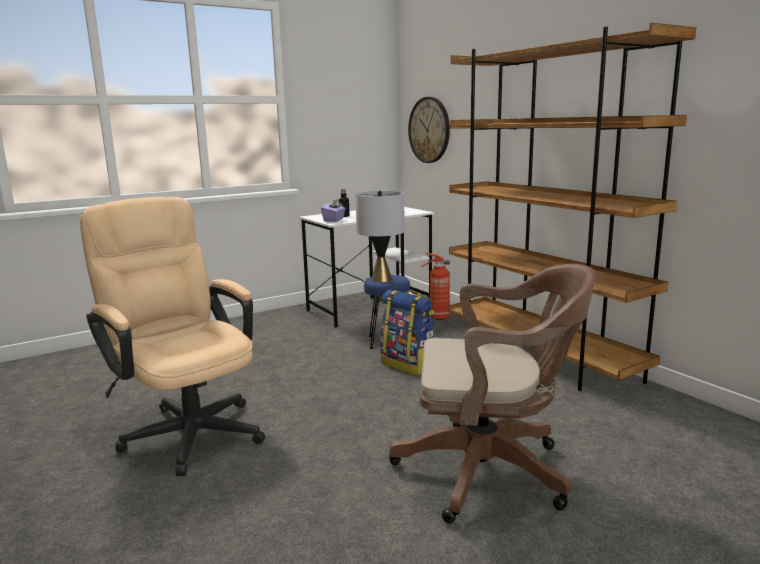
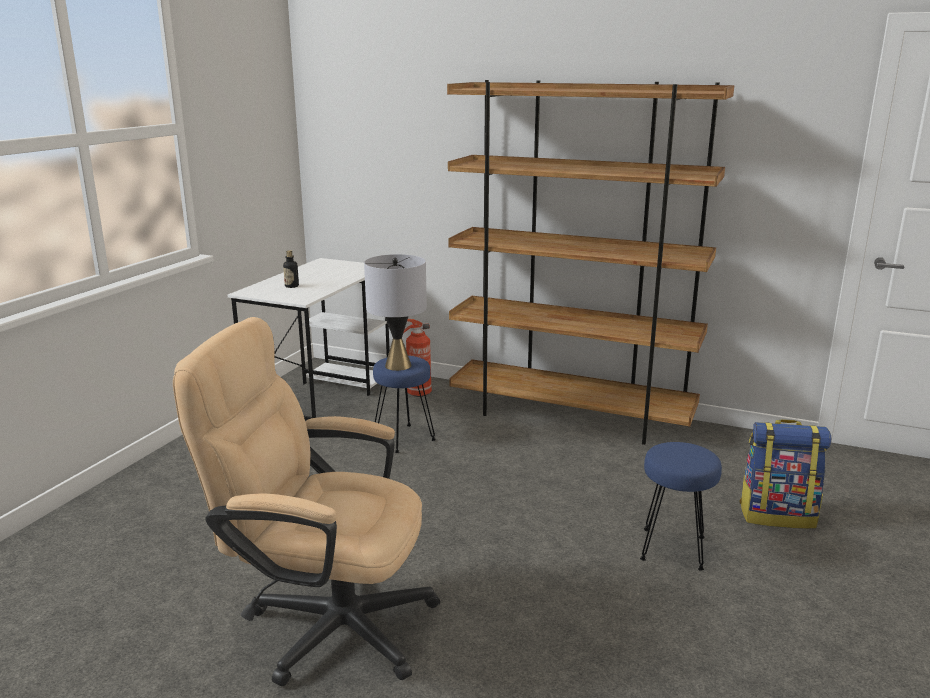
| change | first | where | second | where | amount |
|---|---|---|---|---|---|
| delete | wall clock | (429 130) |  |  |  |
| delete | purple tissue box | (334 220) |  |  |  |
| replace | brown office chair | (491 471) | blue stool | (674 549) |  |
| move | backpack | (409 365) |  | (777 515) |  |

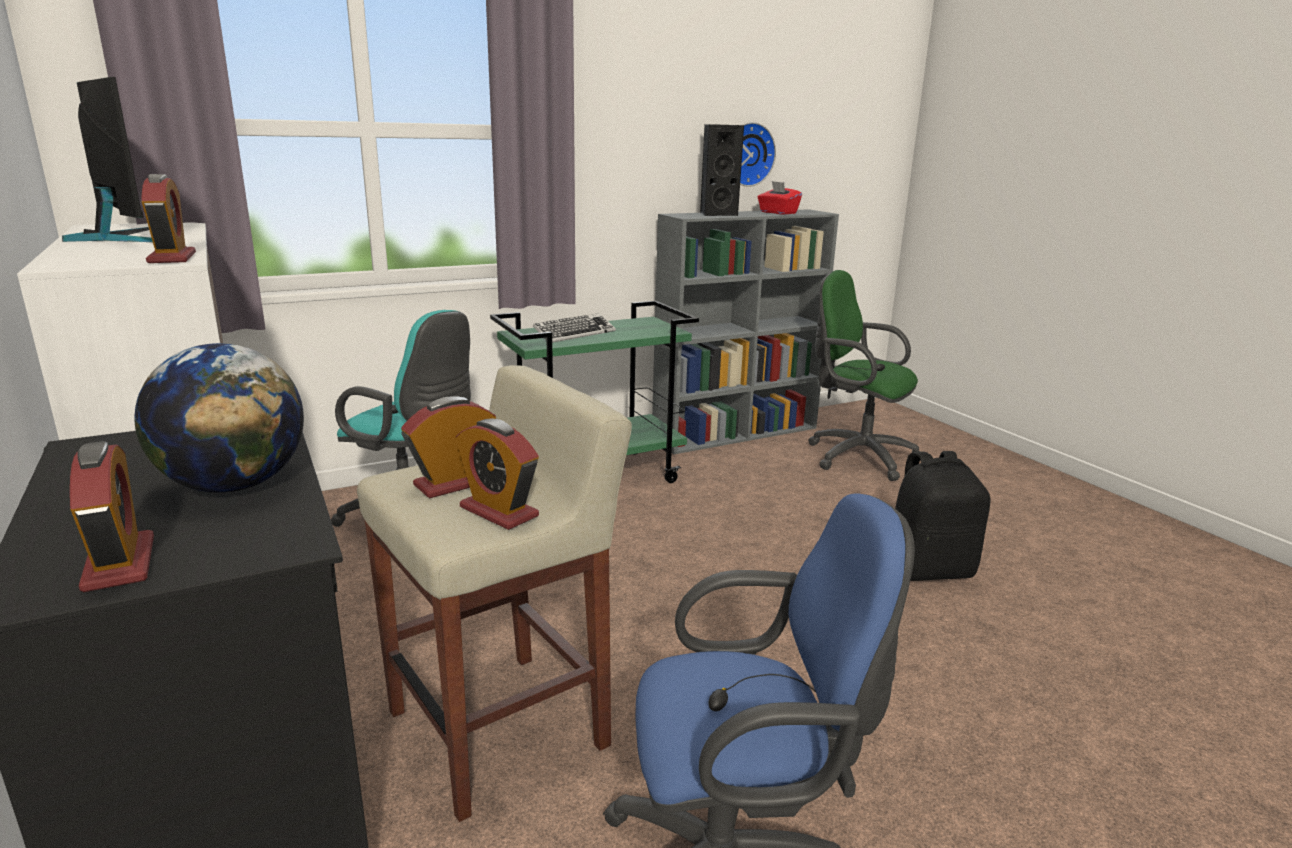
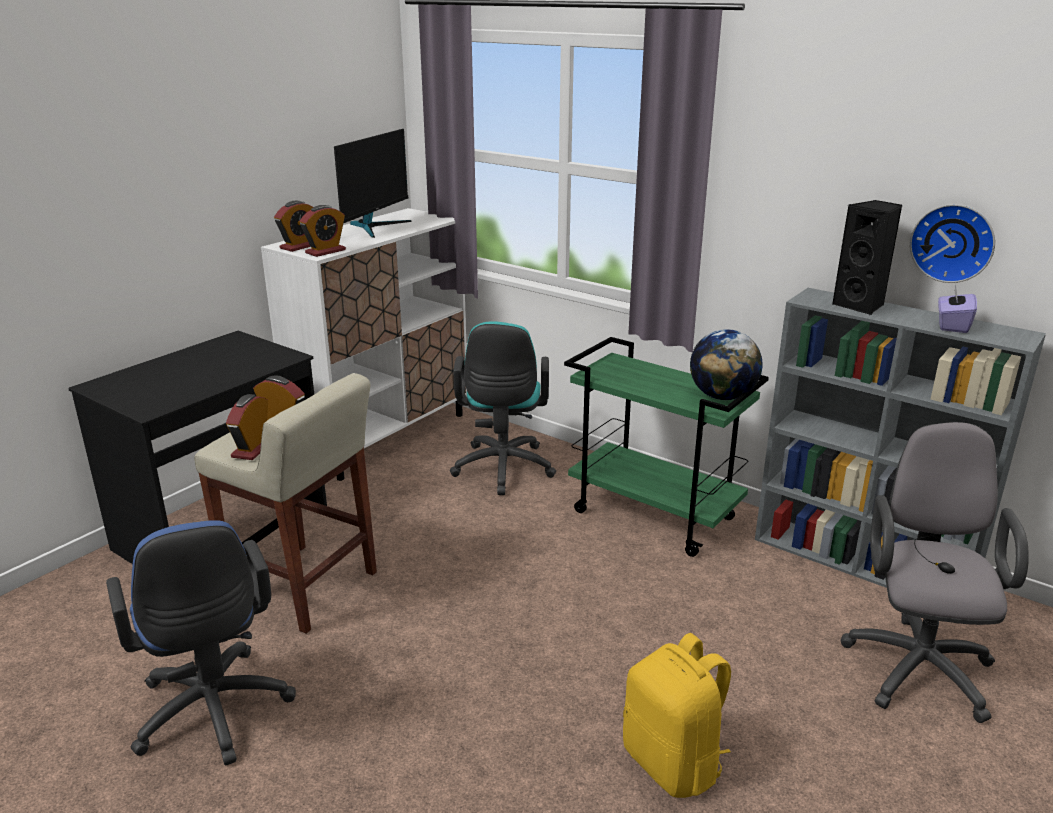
| change | first | where | second | where | amount |
|---|---|---|---|---|---|
| recolor | red tissue box | (777 213) | purple tissue box | (952 325) |  |
| recolor | green office chair | (855 456) | grey office chair | (917 663) |  |
| delete | keyboard | (574 333) |  |  |  |
| move | globe | (235 485) |  | (722 396) |  |
| move | alarm clock | (119 563) |  | (299 246) |  |
| recolor | black backpack | (928 569) | yellow backpack | (673 763) |  |

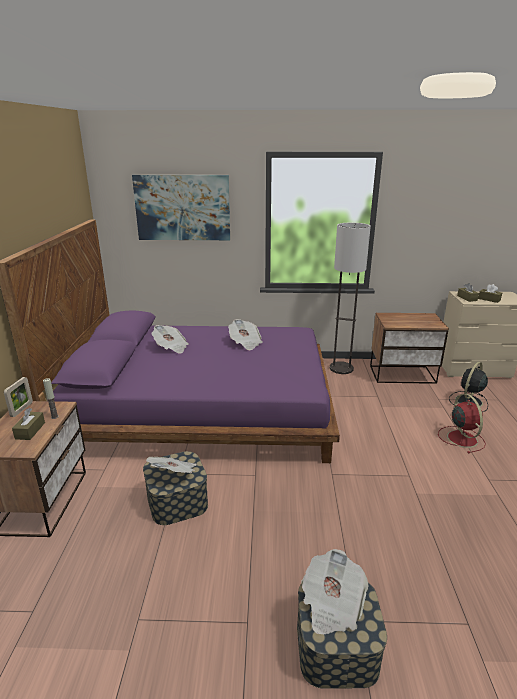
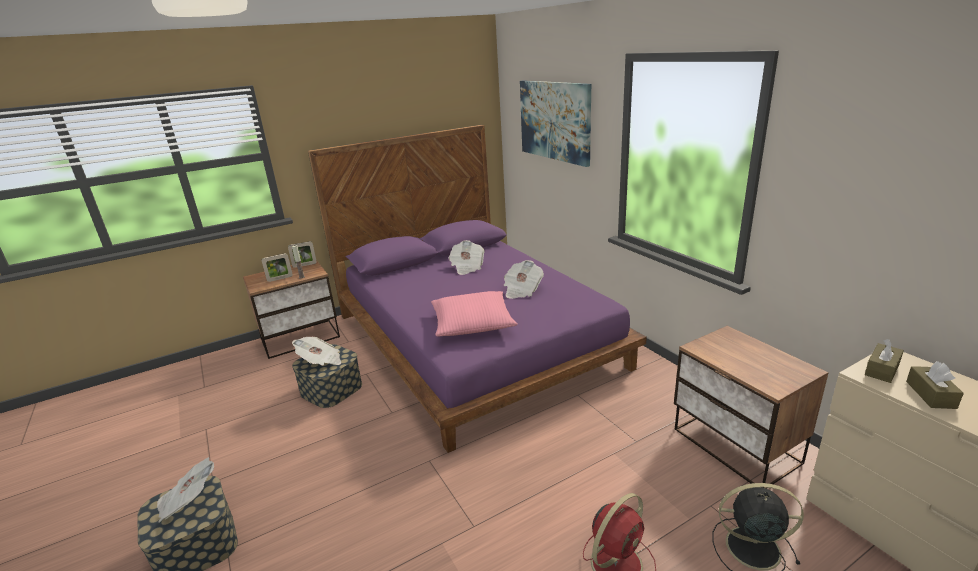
| change | first | where | second | where | amount |
|---|---|---|---|---|---|
| delete | floor lamp | (341 368) |  |  |  |
| replace | brown tissue box | (30 431) | picture frame | (280 278) |  |
| insert |  |  | pink pillow | (472 323) |  |

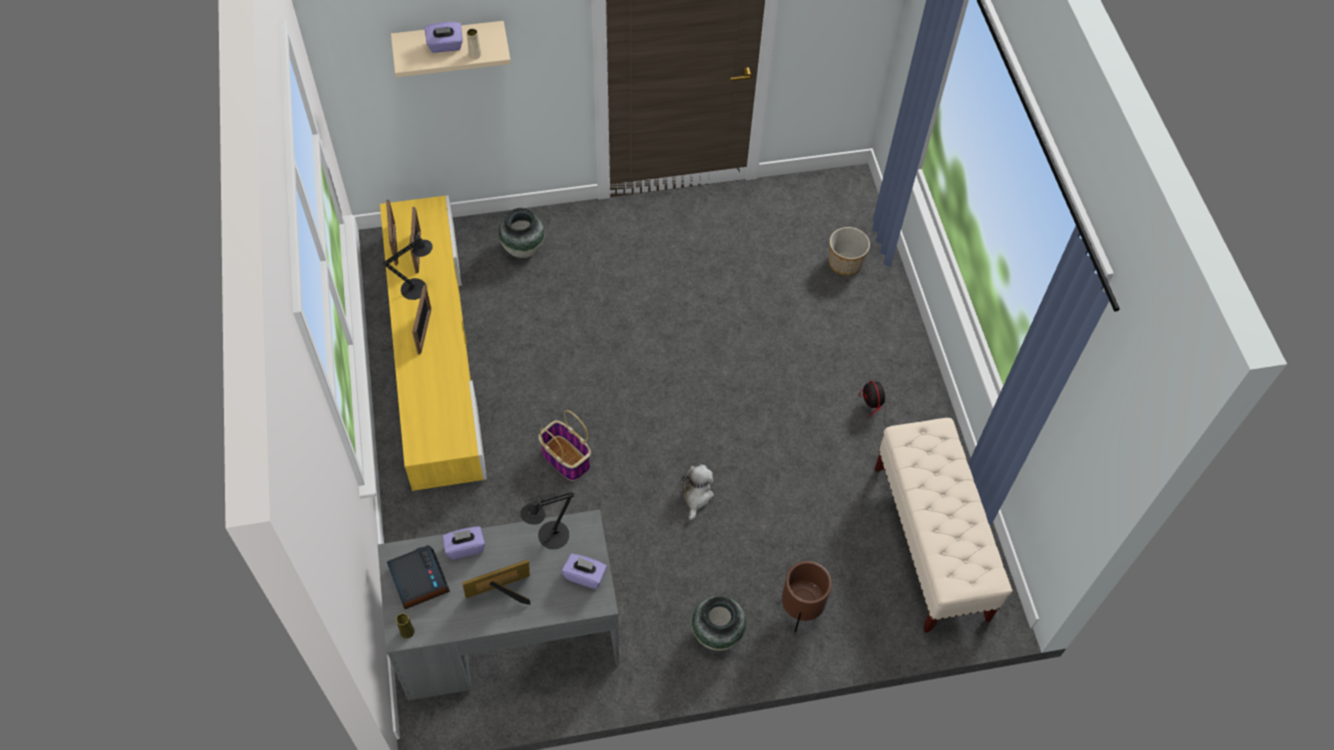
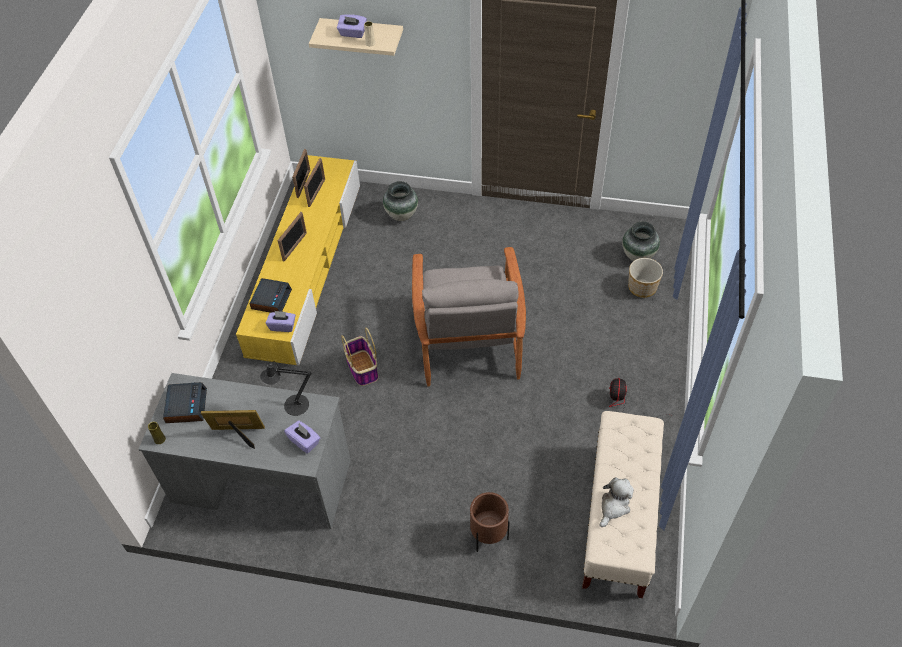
| change | first | where | second | where | amount |
|---|---|---|---|---|---|
| delete | black table lamp | (418 288) |  |  |  |
| move | plush toy | (696 495) |  | (614 506) |  |
| move | purple tissue box | (465 547) |  | (282 326) |  |
| move | vase | (717 633) |  | (638 256) |  |
| insert |  |  | grey armchair | (468 337) |  |
| insert |  |  | alarm clock | (271 299) |  |

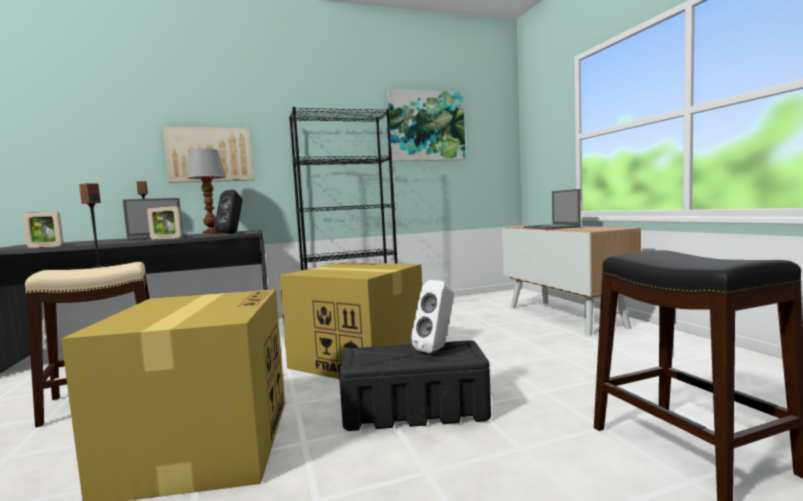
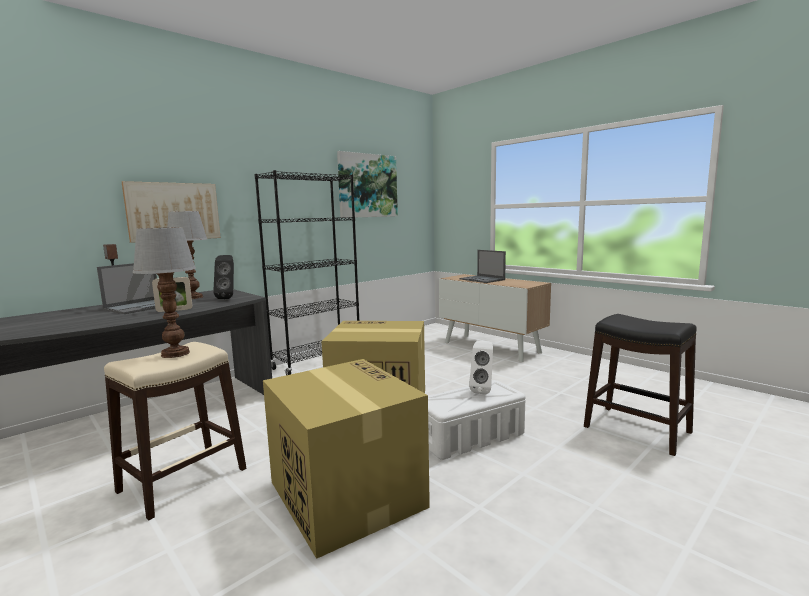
| change | first | where | second | where | amount |
|---|---|---|---|---|---|
| replace | speaker | (98 267) | table lamp | (175 353) |  |
| delete | picture frame | (45 247) |  |  |  |
| recolor | black storage box | (414 410) | white storage box | (469 436) |  |

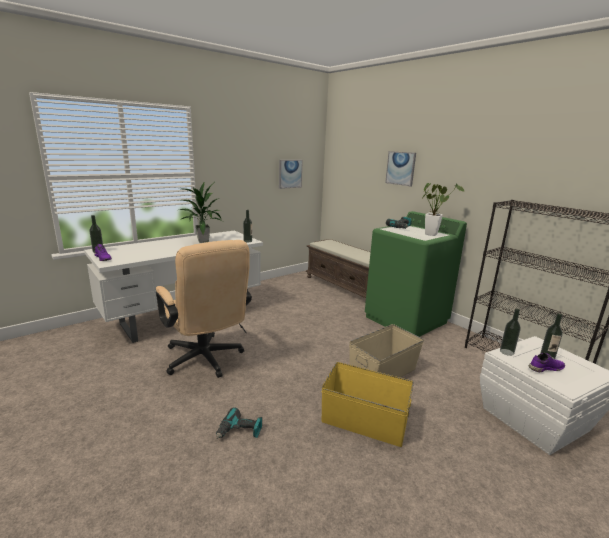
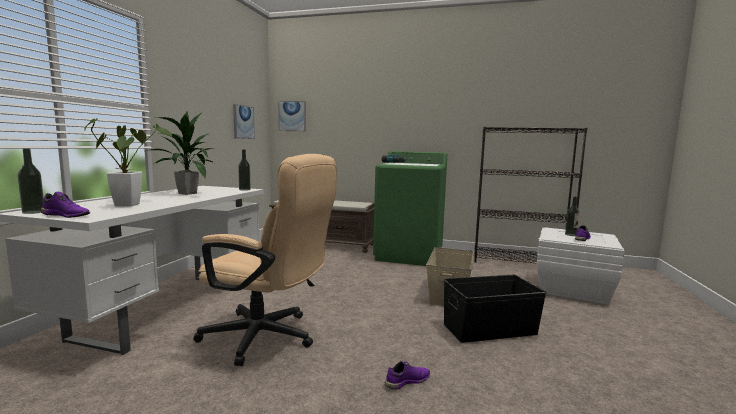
| change | first | where | second | where | amount |
|---|---|---|---|---|---|
| move | picture | (400 168) |  | (292 116) |  |
| move | potted plant | (432 234) |  | (130 204) |  |
| delete | bottle | (506 352) |  |  |  |
| recolor | yellow storage box | (364 421) | black storage box | (489 329) |  |
| replace | power drill | (240 431) | purple shoe | (407 381) |  |

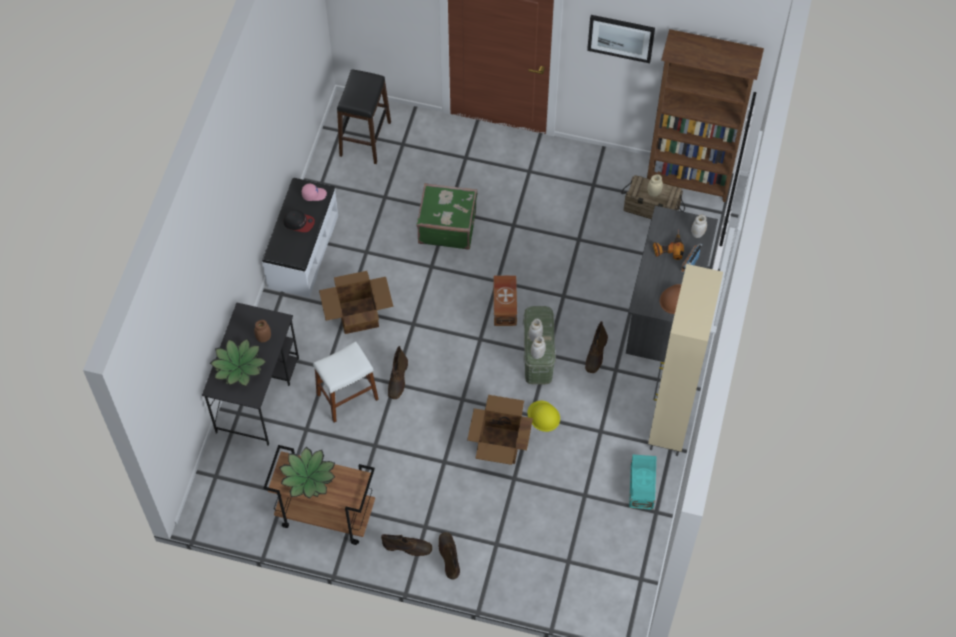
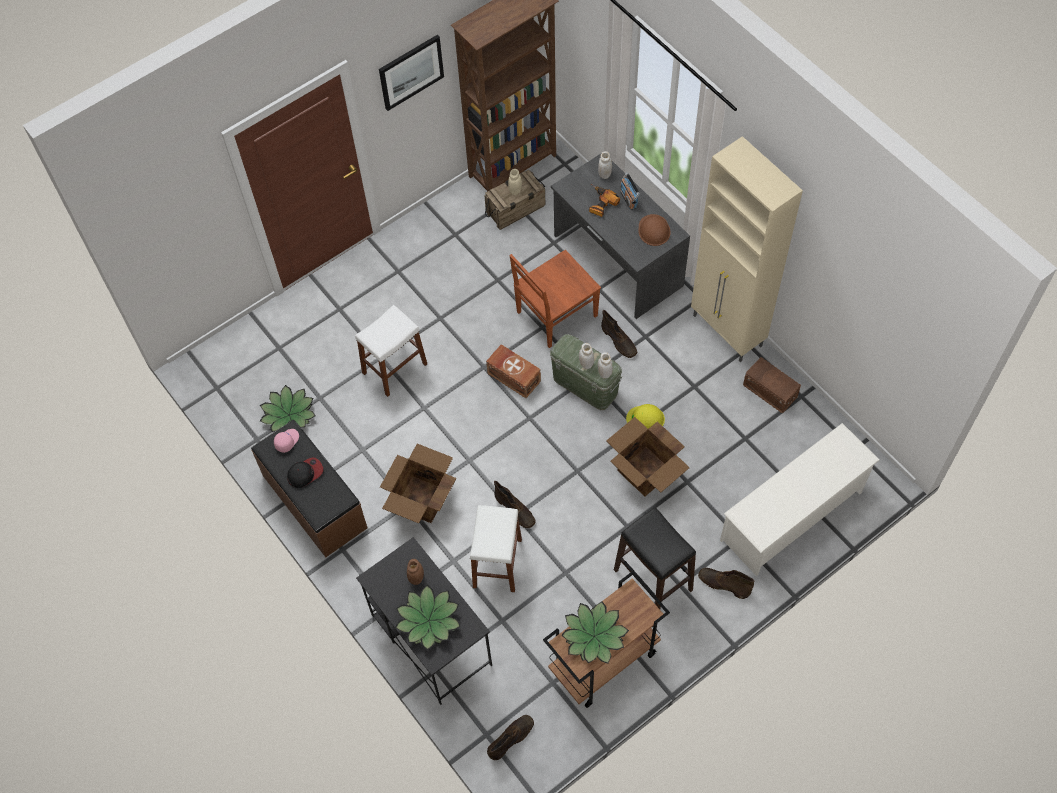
| change | first | where | second | where | amount |
|---|---|---|---|---|---|
| move | black stool | (365 138) |  | (652 580) |  |
| recolor | white bench | (302 251) | brown bench | (313 502) |  |
| replace | green suitcase | (447 226) | white stool | (394 368) |  |
| recolor | turquoise storage box | (642 486) | brown storage box | (769 390) |  |
| move | brown boot | (408 547) |  | (511 738) |  |
| insert |  |  | brown chair | (555 315) |  |
| insert |  |  | potted plant | (289 415) |  |
| insert |  |  | white shoe rack | (792 516) |  |

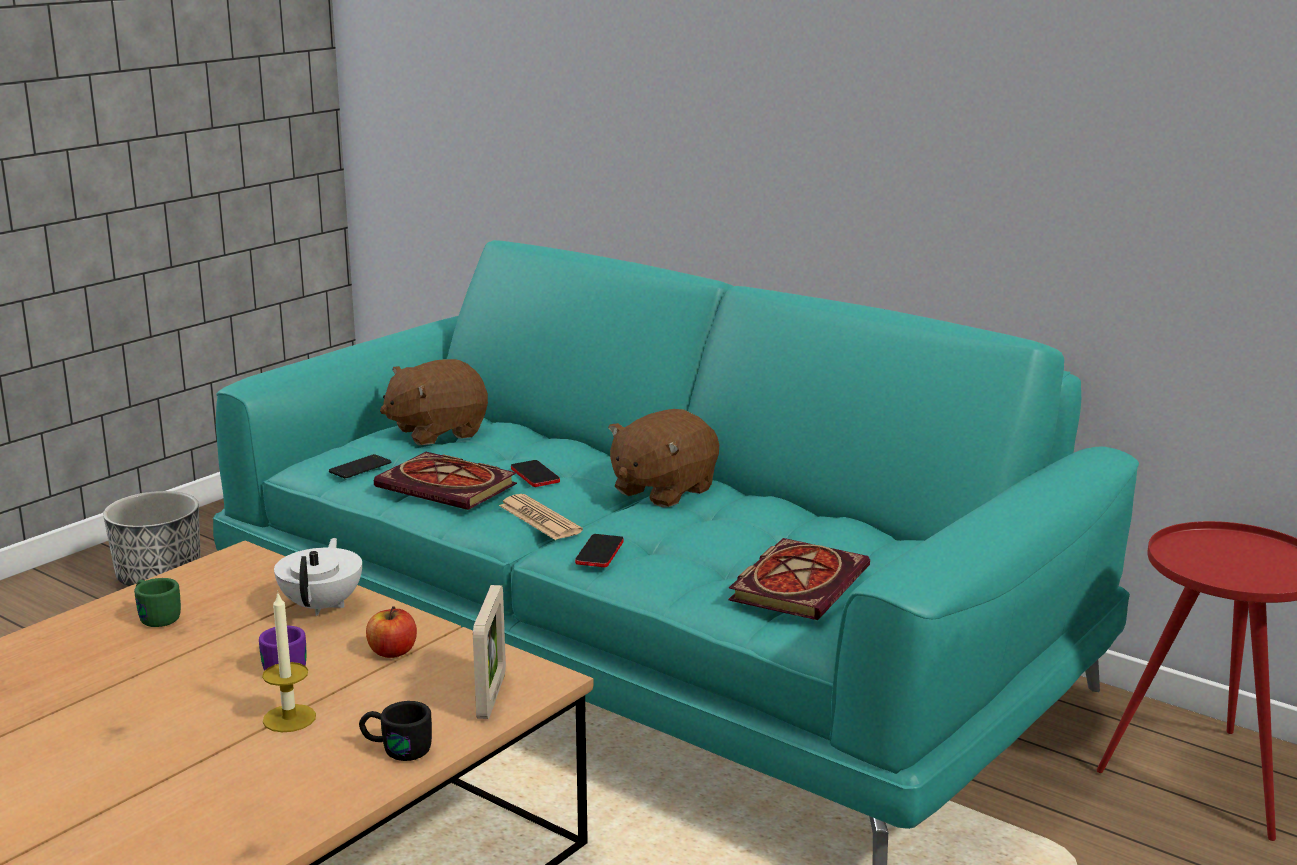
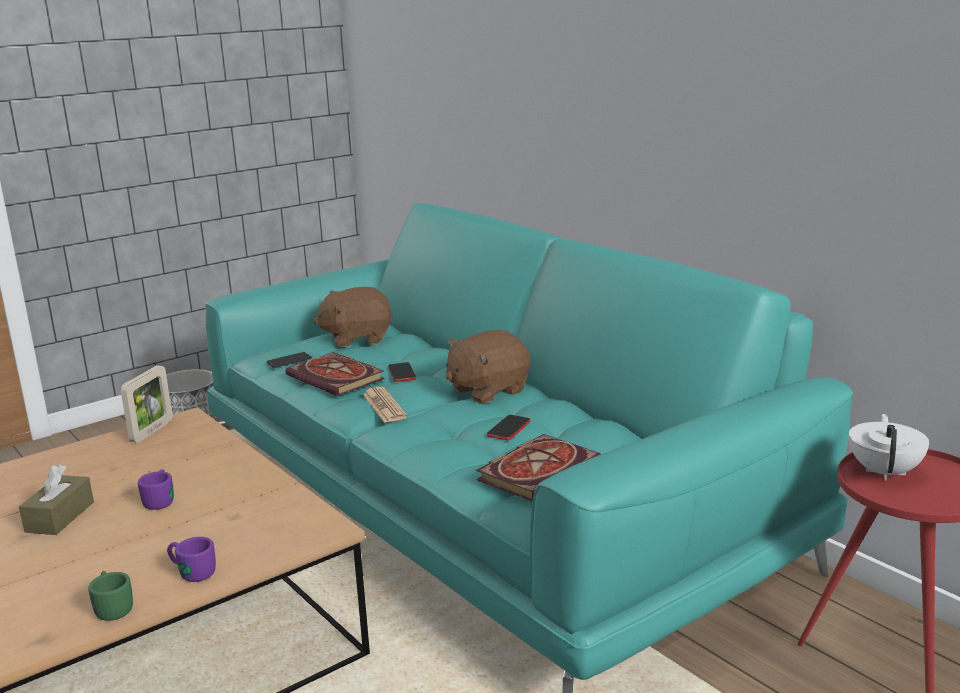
| change | first | where | second | where | amount |
|---|---|---|---|---|---|
| move | phone | (599 552) |  | (509 429) |  |
| move | white teapot | (323 605) |  | (885 472) |  |
| move | green mug | (155 616) |  | (112 606) |  |
| move | picture frame | (491 696) |  | (152 431) |  |
| delete | candle | (289 718) |  |  |  |
| delete | apple | (392 652) |  |  |  |
| recolor | black mug | (395 749) | purple mug | (191 571) |  |
| insert |  |  | brown tissue box | (60 517) |  |

